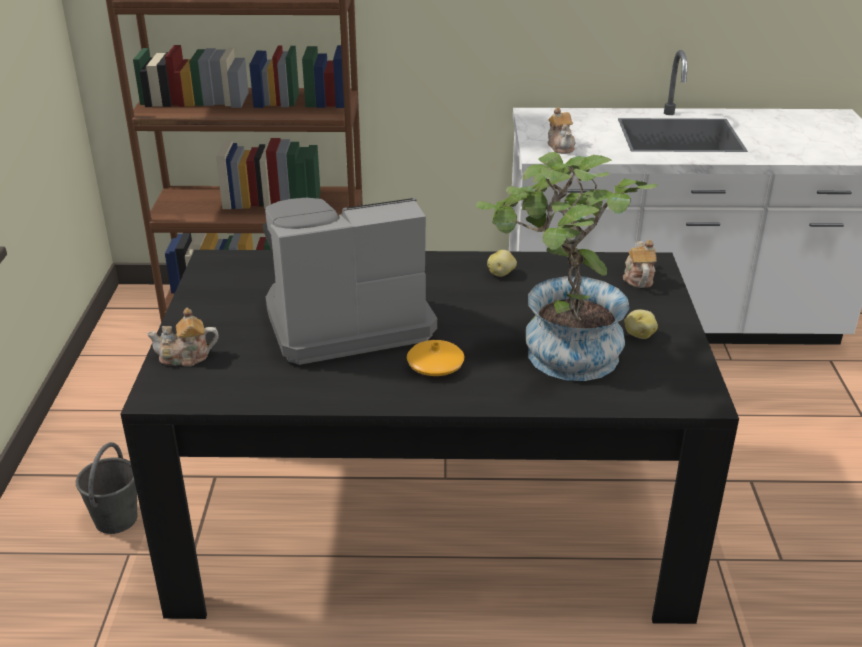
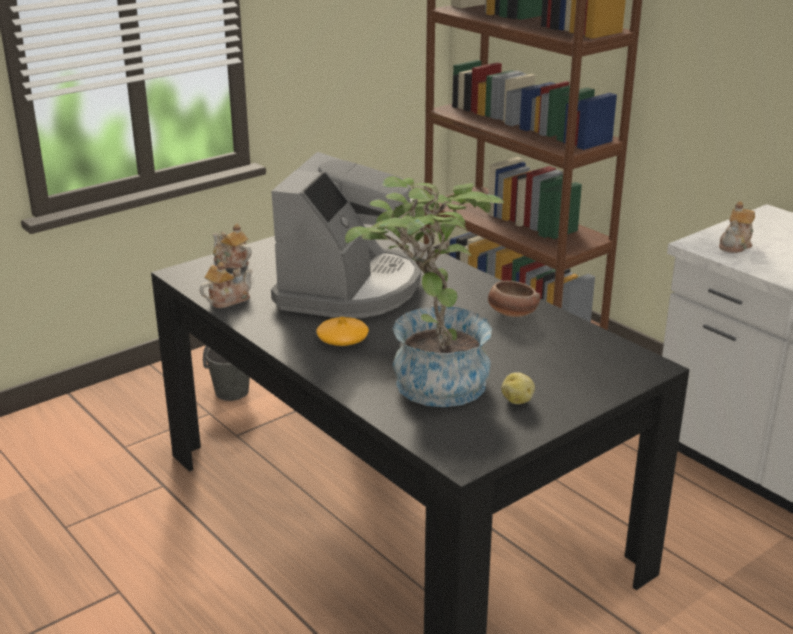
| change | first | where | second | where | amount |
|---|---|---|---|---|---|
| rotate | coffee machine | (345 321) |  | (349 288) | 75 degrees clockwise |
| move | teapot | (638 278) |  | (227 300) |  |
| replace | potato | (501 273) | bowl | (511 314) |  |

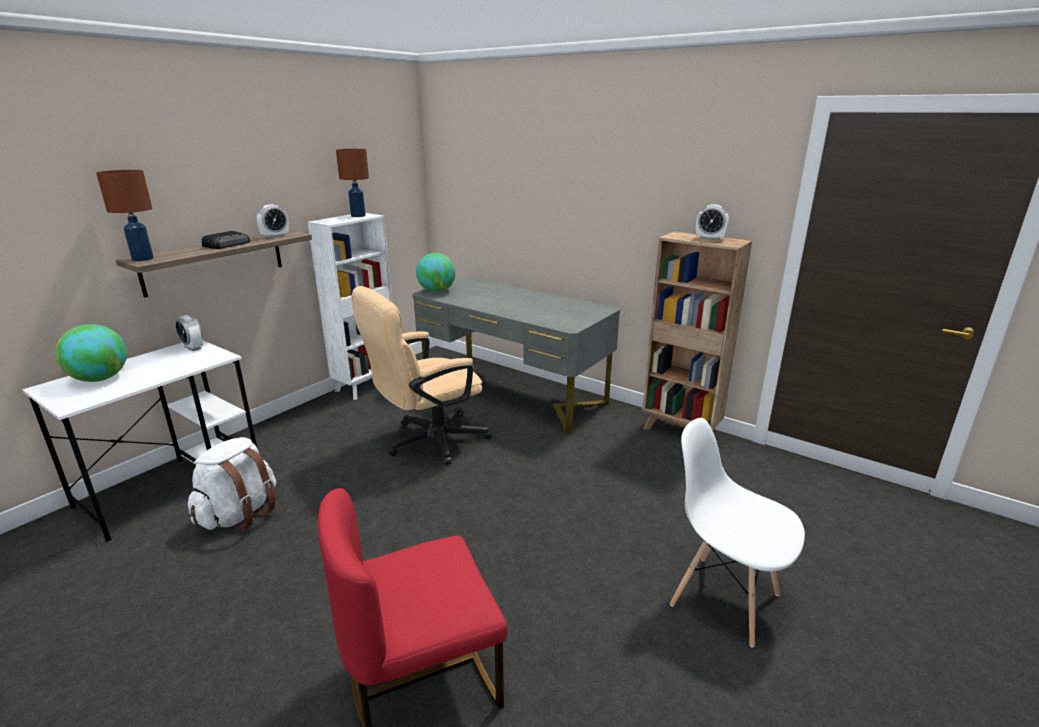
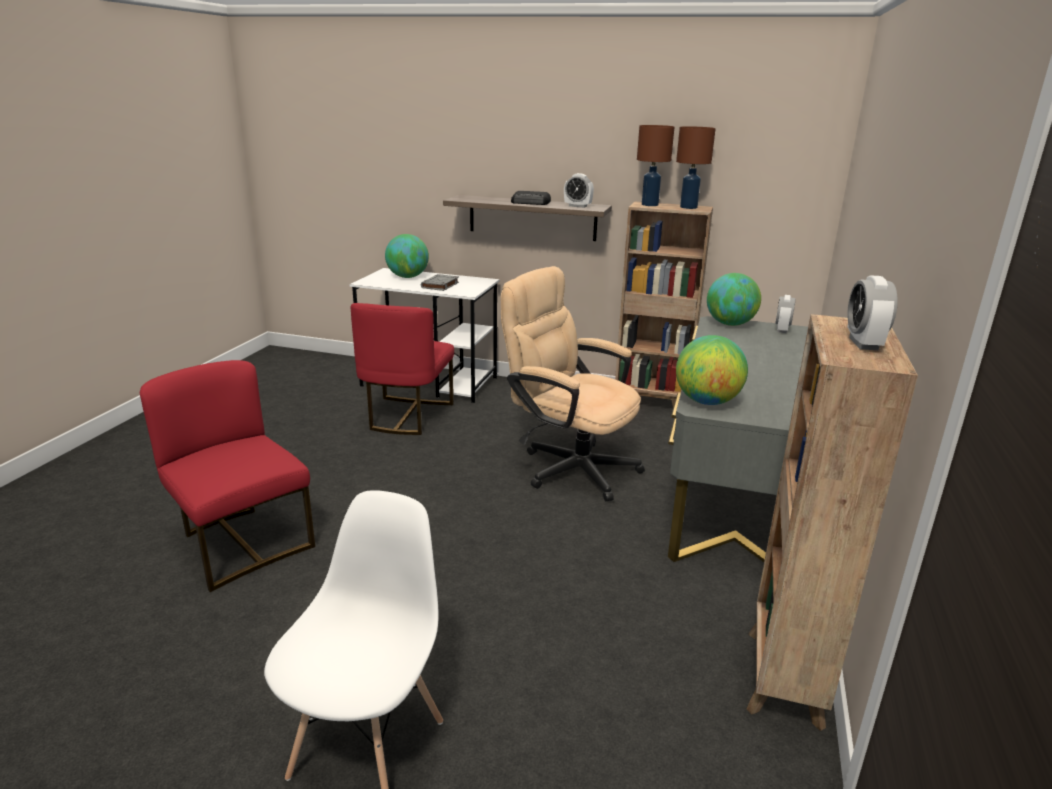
| change | first | where | second | where | amount |
|---|---|---|---|---|---|
| move | brown table lamp | (143 259) |  | (649 205) |  |
| recolor | white bookcase | (367 385) | brown bookcase | (651 405) |  |
| move | alarm clock | (193 347) |  | (782 330) |  |
| replace | white backpack | (240 514) | red chair | (406 416) |  |
| insert |  |  | grey book | (440 285) |  |
| insert |  |  | globe | (707 401) |  |

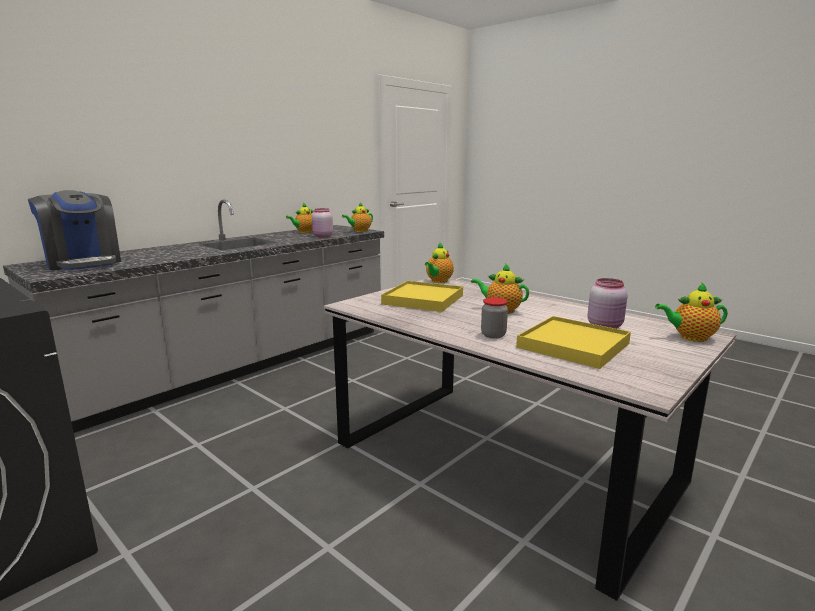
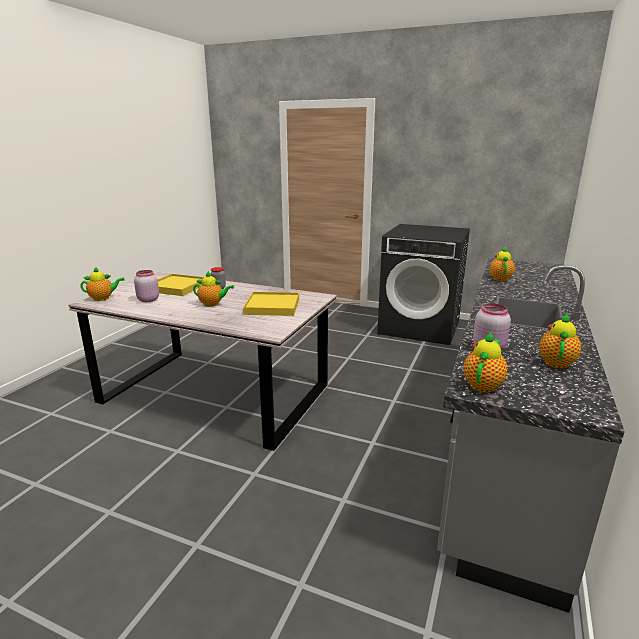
| change | first | where | second | where | amount |
|---|---|---|---|---|---|
| delete | coffee machine | (83 263) |  |  |  |
| move | teapot | (438 281) |  | (500 278) |  |

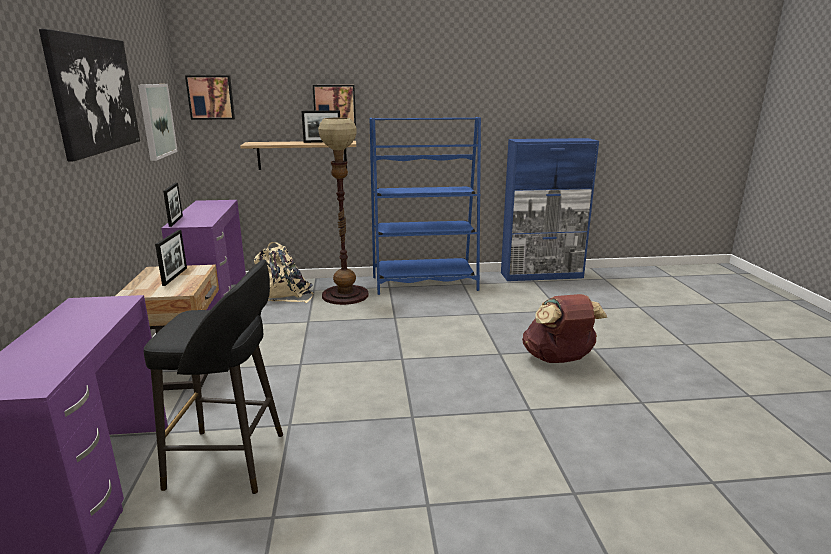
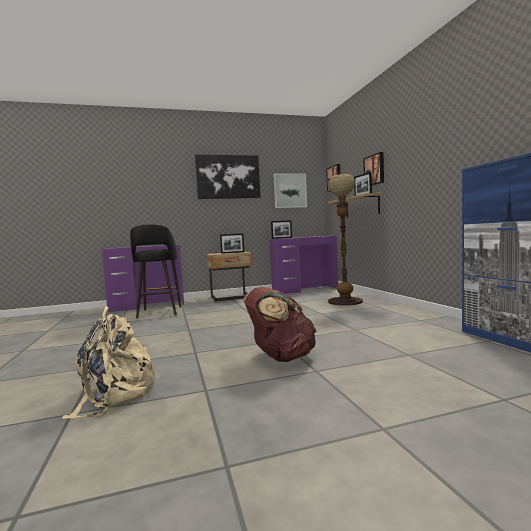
| change | first | where | second | where | amount |
|---|---|---|---|---|---|
| delete | blue bookcase | (424 284) |  |  |  |
| move | beige backpack | (284 295) |  | (114 394) |  |

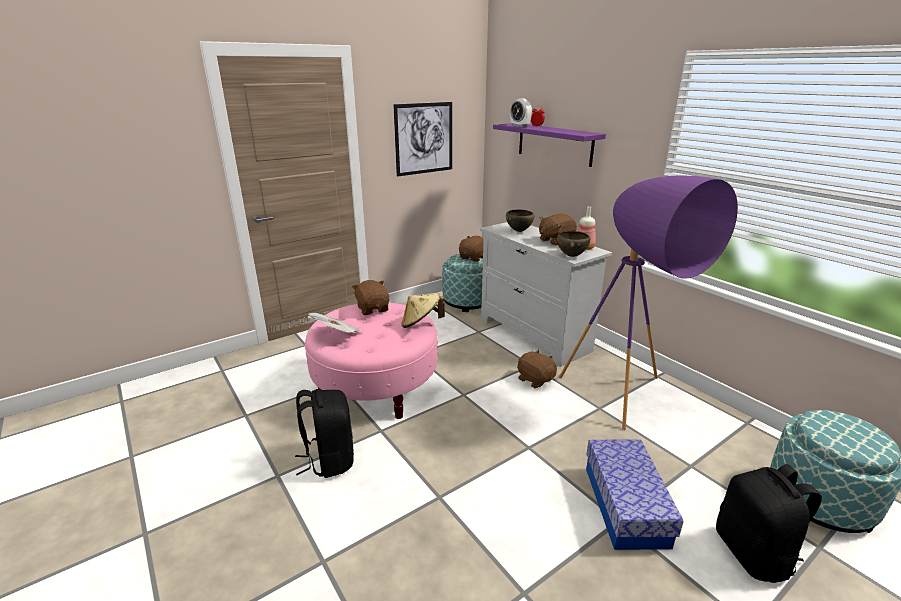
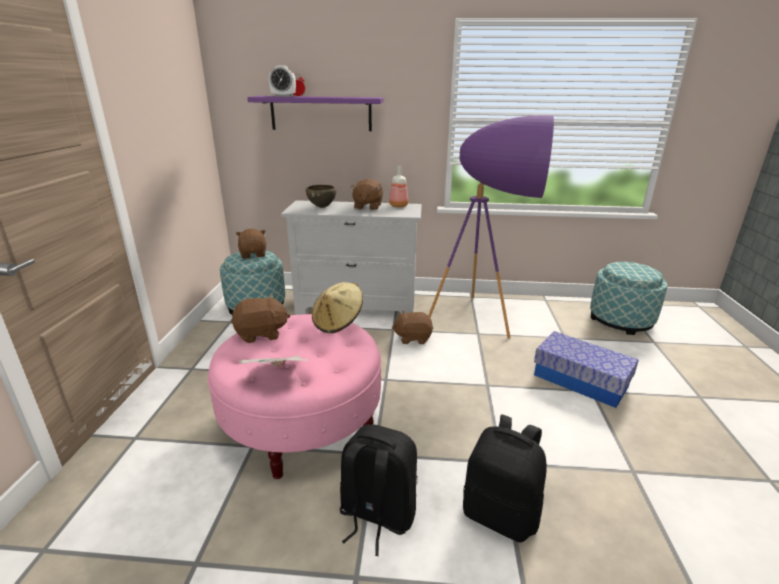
| change | first | where | second | where | amount |
|---|---|---|---|---|---|
| delete | picture | (424 138) |  |  |  |
| delete | brown bowl | (571 256) |  |  |  |
| rotate | brown plush toy | (373 309) |  | (261 334) | 150 degrees clockwise |
| move | black backpack | (754 553) |  | (500 514) |  |

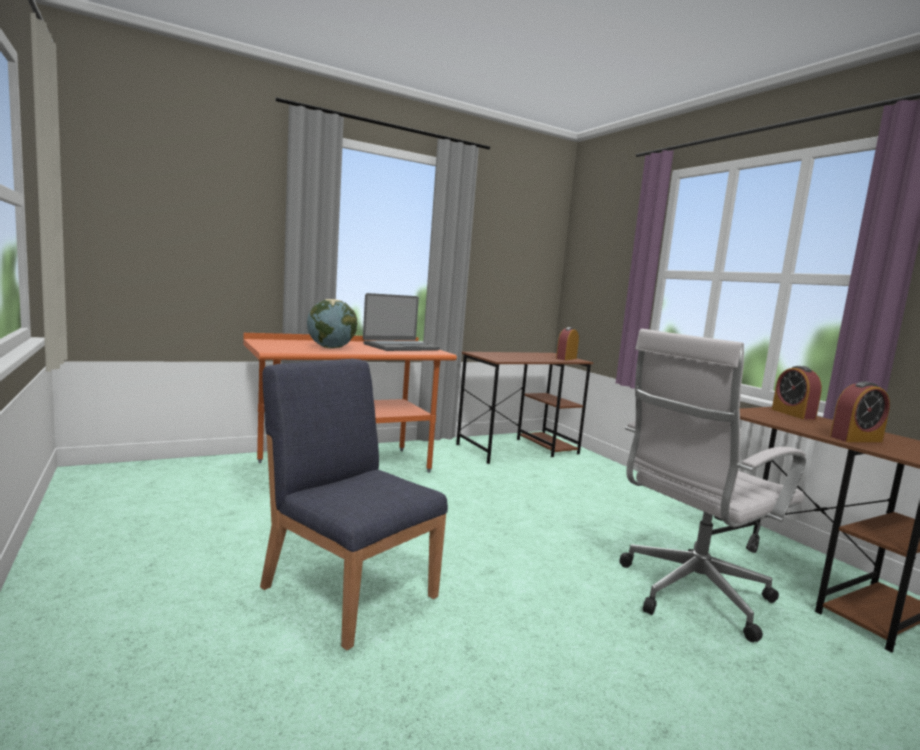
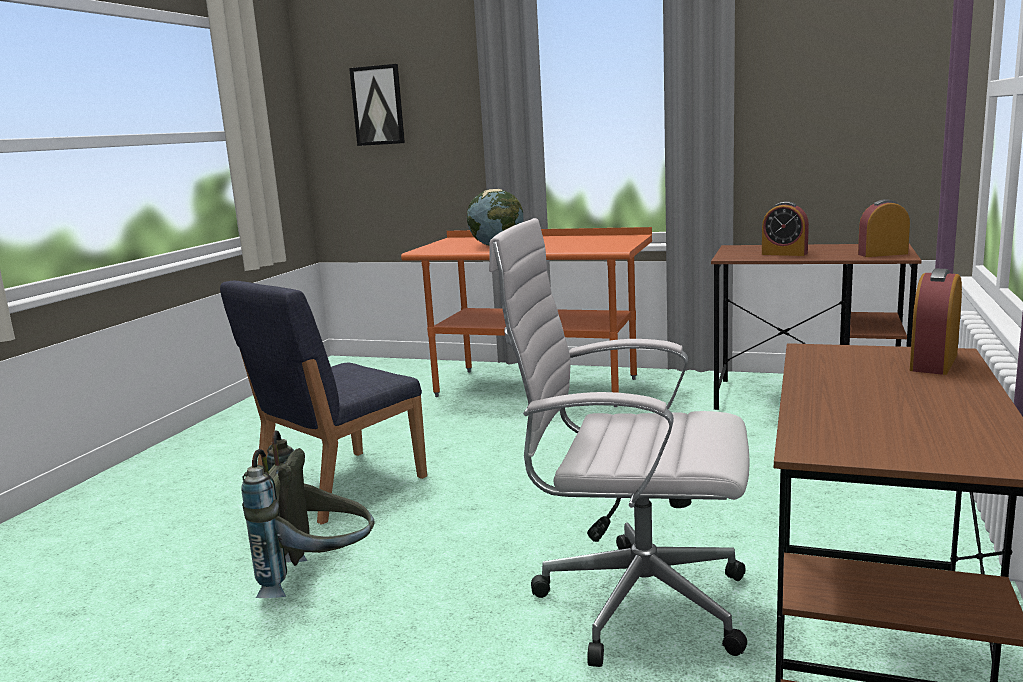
| change | first | where | second | where | amount |
|---|---|---|---|---|---|
| delete | laptop | (400 347) |  |  |  |
| rotate | blue chair | (349 590) |  | (339 485) | 135 degrees counterclockwise |
| move | alarm clock | (856 439) |  | (784 254) |  |
| insert |  |  | picture | (378 105) |  |
| insert |  |  | grey backpack | (319 579) |  |

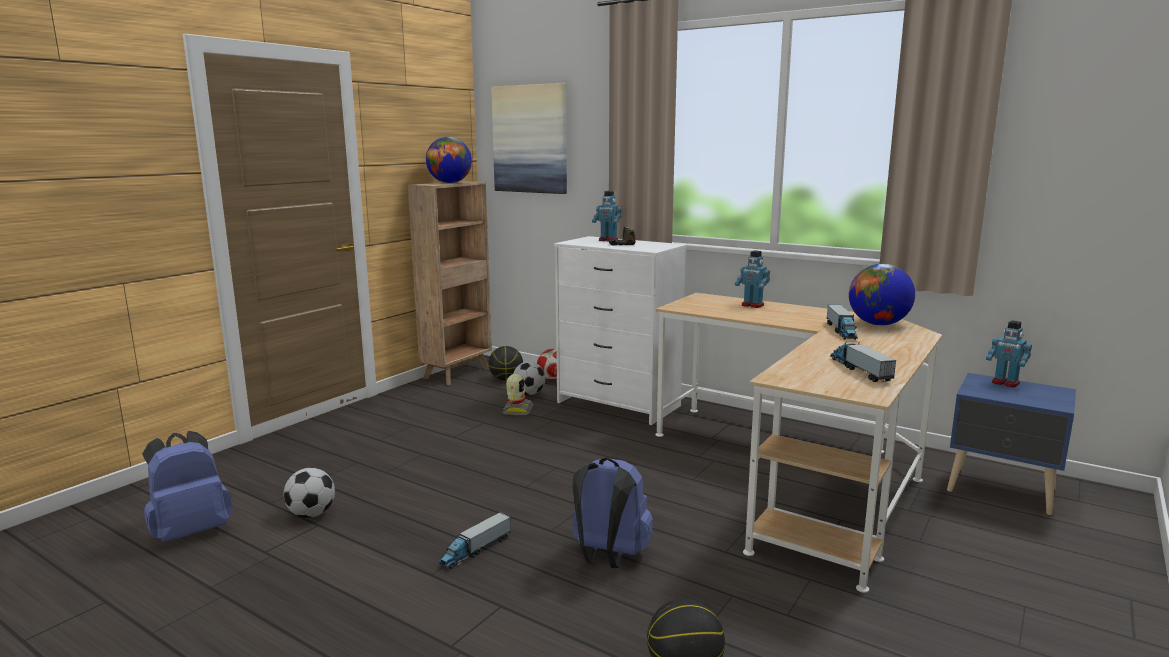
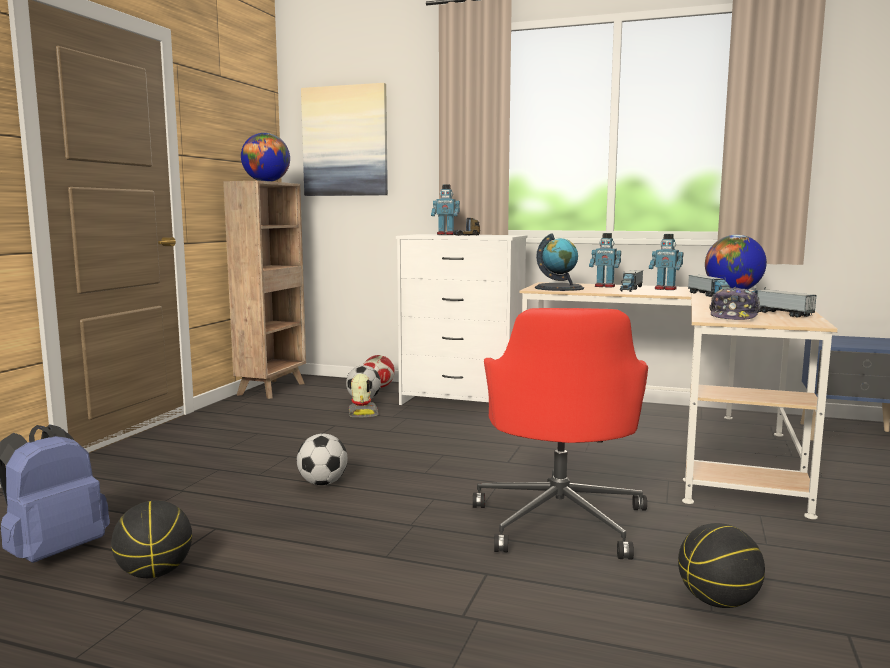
| change | first | where | second | where | amount |
|---|---|---|---|---|---|
| move | toy robot | (1005 383) |  | (665 289) |  |
| move | basketball | (506 379) |  | (155 573) |  |
| replace | blue backpack | (608 557) | red office chair | (560 520) |  |
| move | football | (312 514) |  | (323 483) |  |
| move | toy truck | (476 550) |  | (631 288) |  |
| insert |  |  | globe | (559 288) |  |
| insert |  |  | cap | (734 316) |  |

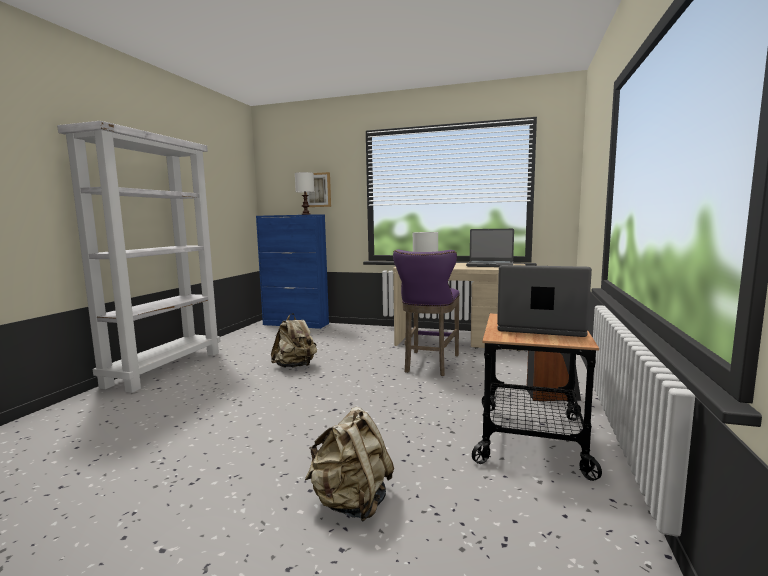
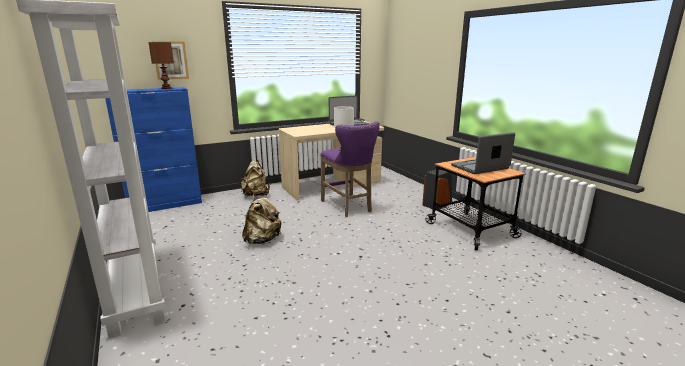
| change | first | where | second | where | amount |
|---|---|---|---|---|---|
| recolor | white table lamp | (305 214) | brown table lamp | (166 88) |  |
| move | beige backpack | (351 503) |  | (256 195) |  |

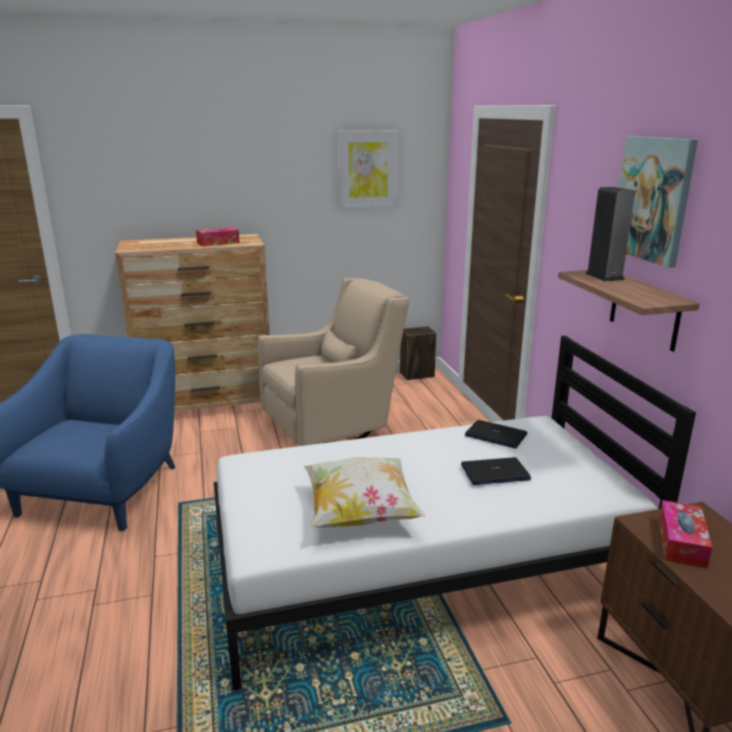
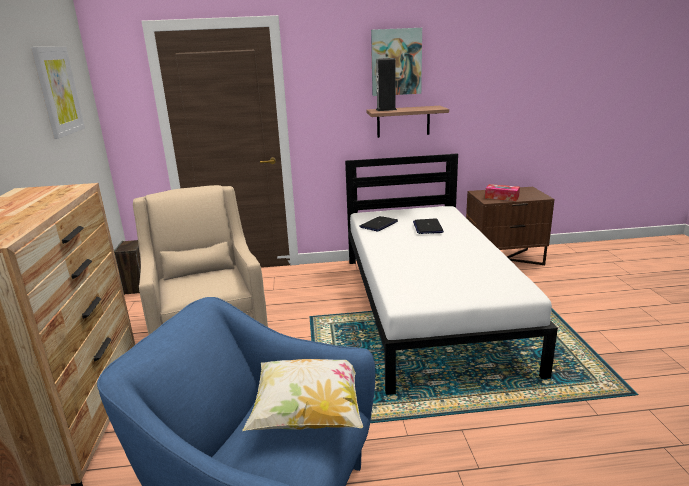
| change | first | where | second | where | amount |
|---|---|---|---|---|---|
| delete | tissue box | (218 242) |  |  |  |
| move | pillow | (360 513) |  | (308 414) |  |

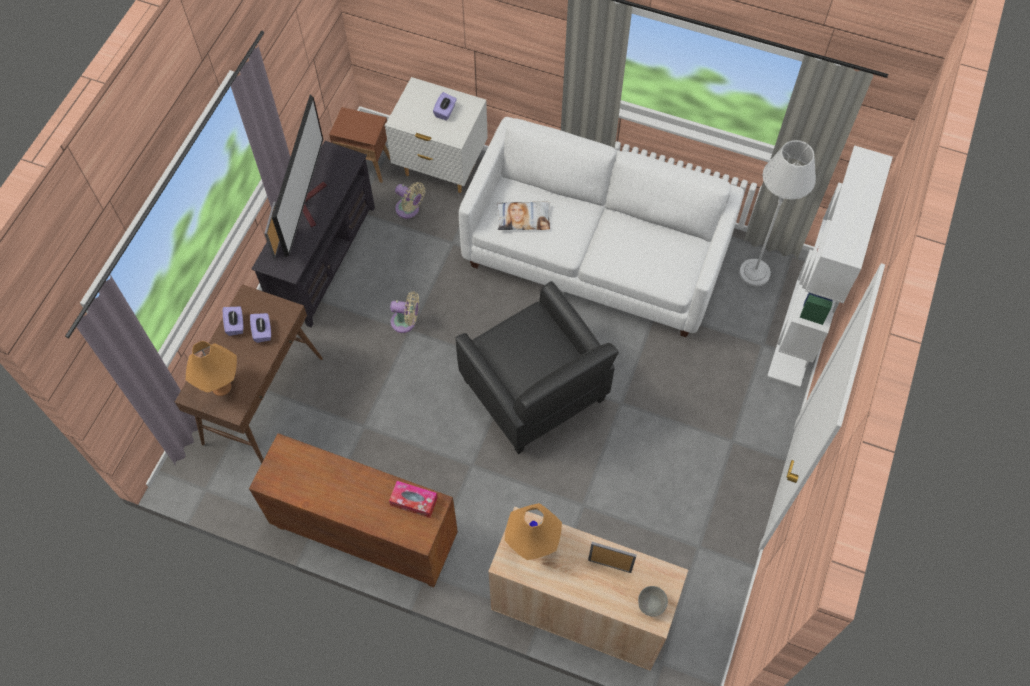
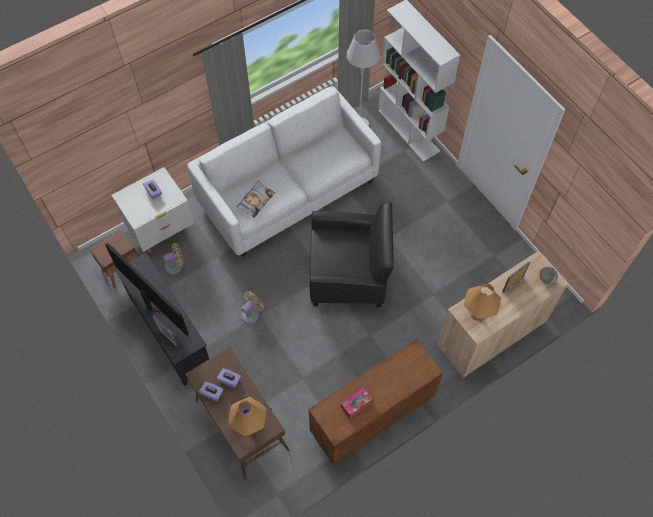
| change | first | where | second | where | amount |
|---|---|---|---|---|---|
| move | tissue box | (414 501) |  | (356 404) |  |

